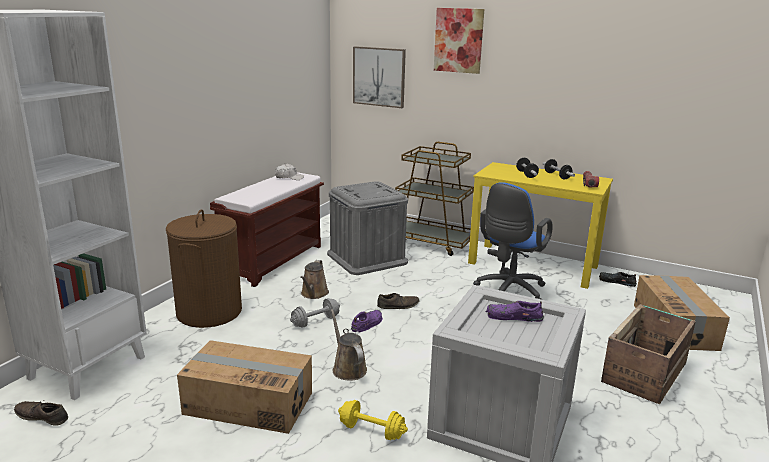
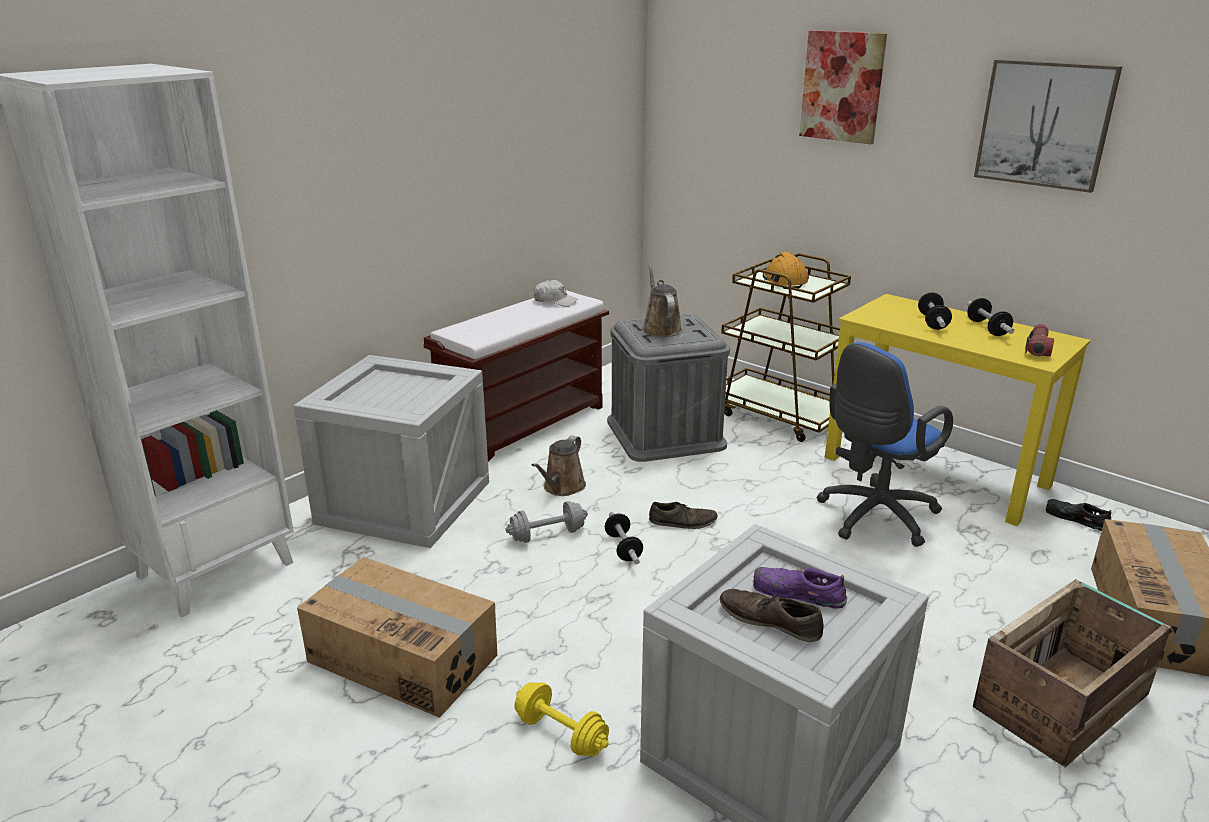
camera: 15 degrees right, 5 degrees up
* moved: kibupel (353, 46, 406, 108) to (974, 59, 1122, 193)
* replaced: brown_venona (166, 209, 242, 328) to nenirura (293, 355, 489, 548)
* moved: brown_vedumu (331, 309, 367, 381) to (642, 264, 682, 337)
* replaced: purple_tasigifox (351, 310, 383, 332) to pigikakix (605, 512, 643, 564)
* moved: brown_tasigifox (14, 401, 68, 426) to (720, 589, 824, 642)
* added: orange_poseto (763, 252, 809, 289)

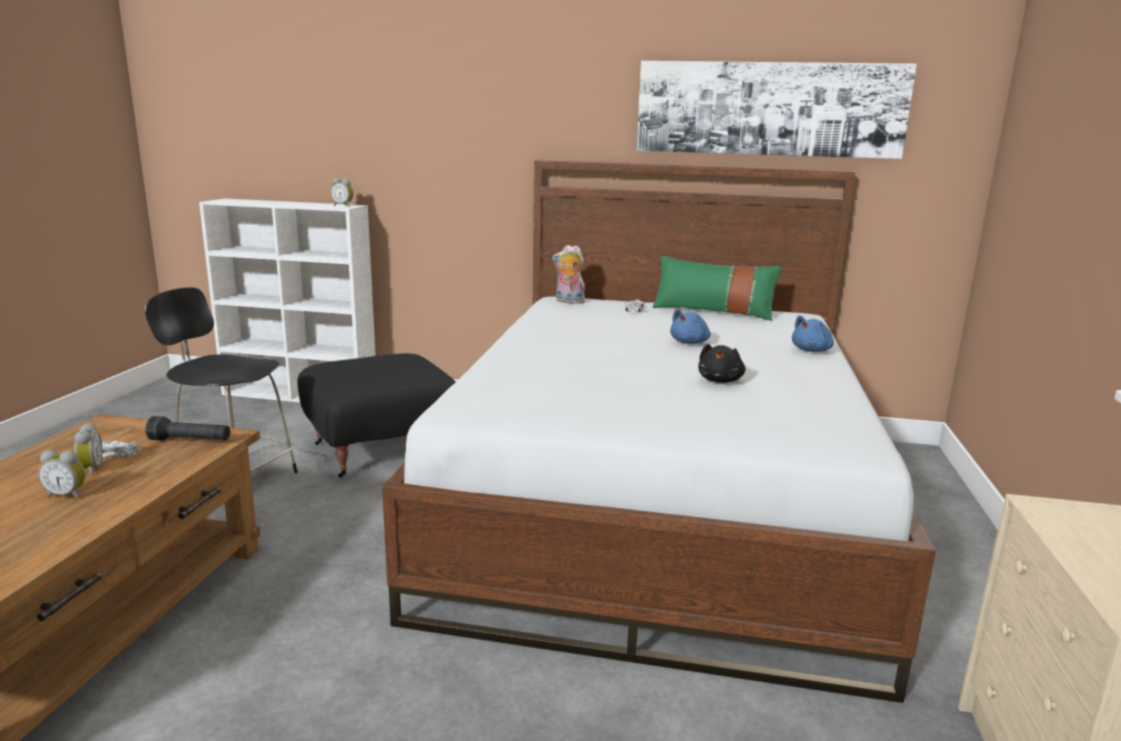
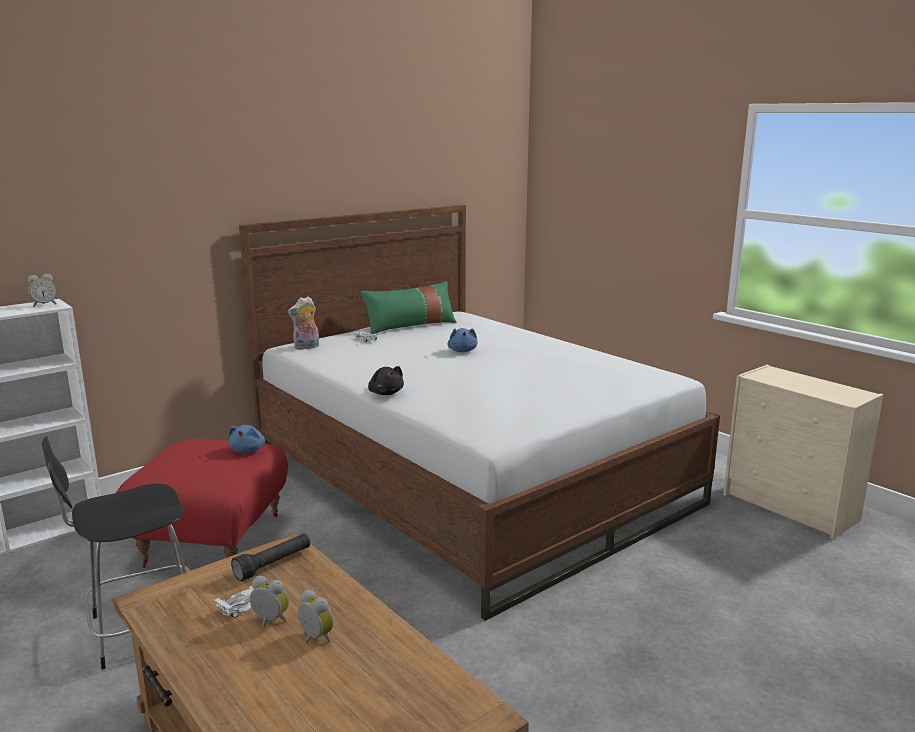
camera: 50 degrees left, 0 degrees up
* removed: kibupel (636, 61, 917, 159)
* moved: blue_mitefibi (792, 315, 834, 352) to (228, 425, 265, 453)
* moved: black_mitefibi (698, 344, 745, 383) to (368, 366, 404, 395)
* recoloured: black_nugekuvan (297, 353, 455, 478) to red_nugekuvan (116, 439, 288, 568)
* turned: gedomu (38, 450, 86, 499) = (298, 590, 334, 643) 90 degrees counterclockwise

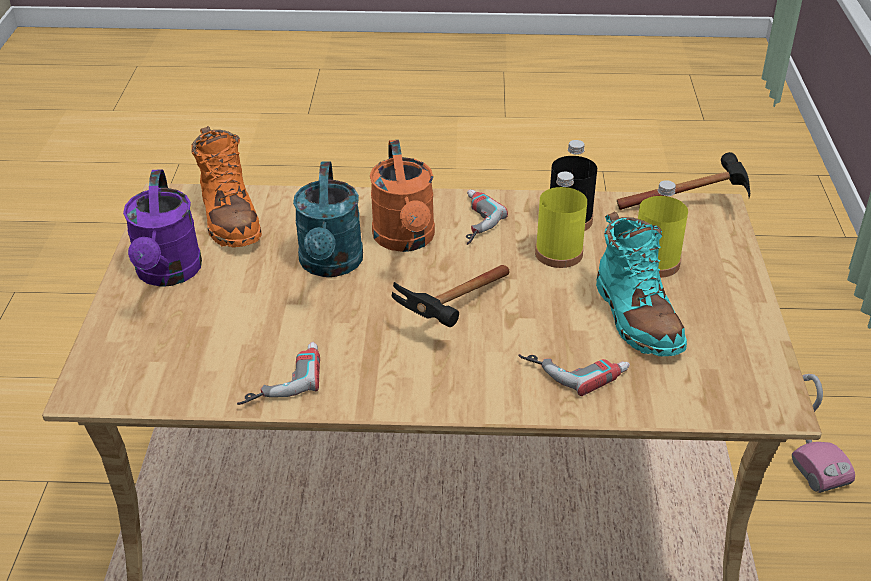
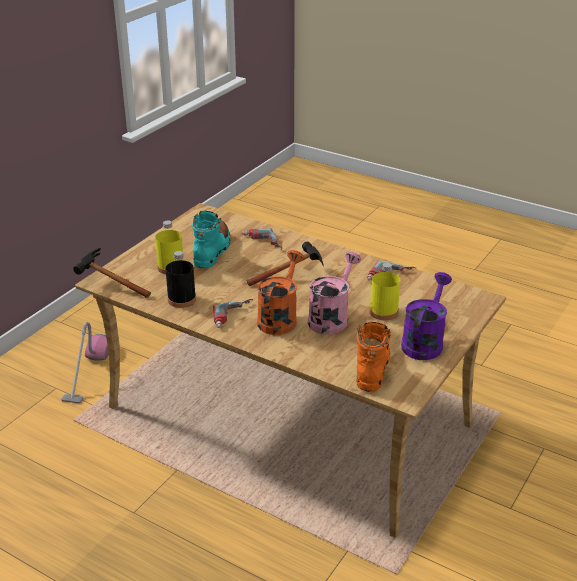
camera: 150 degrees left, 5 degrees down
* recoloured: turquoise_vedumu (293, 161, 363, 277) to pink_vedumu (308, 251, 361, 334)
* moved: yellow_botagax (535, 172, 587, 268) to (369, 263, 400, 320)

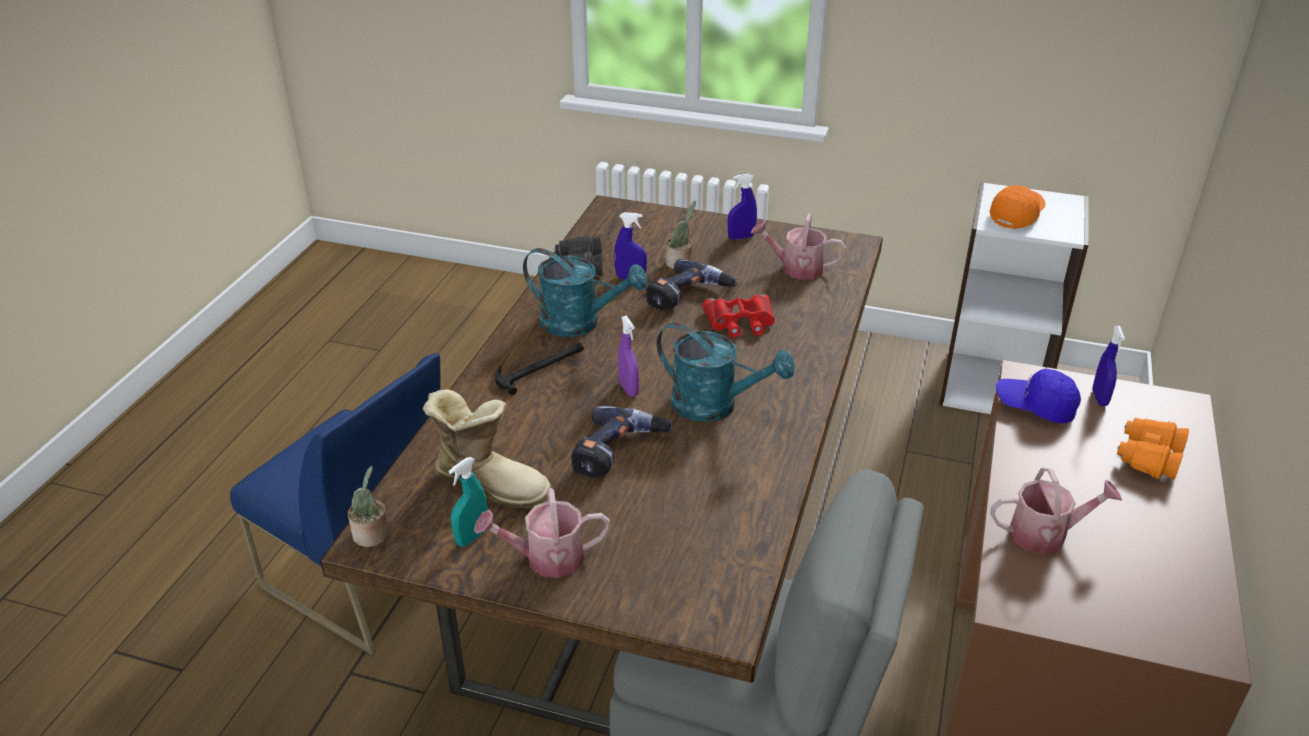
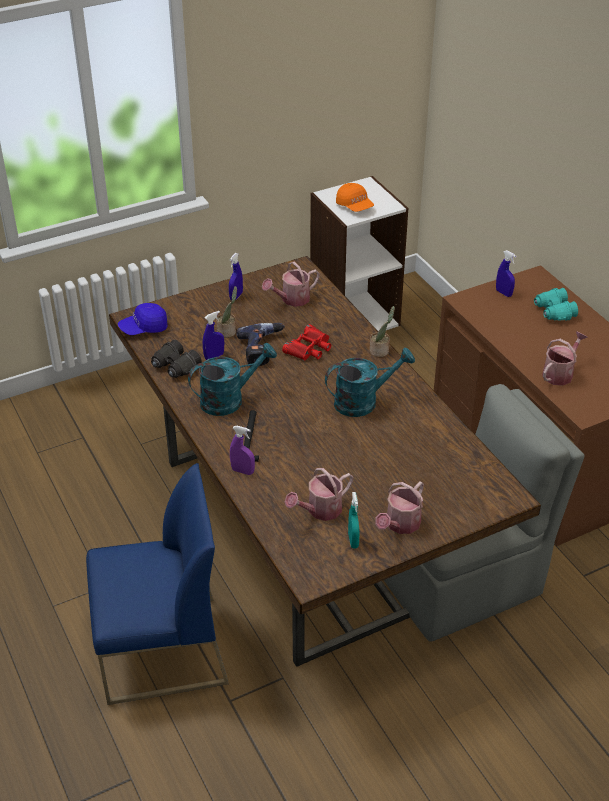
camera: 45 degrees left, 5 degrees up
* turned: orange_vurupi (990, 185, 1046, 229) = (336, 183, 374, 212) 150 degrees clockwise
* moved: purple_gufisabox (618, 316, 639, 397) to (230, 426, 255, 475)
* moved: blue_vurupi (996, 368, 1081, 423) to (118, 303, 167, 335)
* replaced: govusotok (423, 390, 551, 509) to vedumu (285, 468, 354, 521)
* removed: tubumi (571, 405, 673, 478)
* recoloured: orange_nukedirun (1117, 418, 1189, 480) to turquoise_nukedirun (534, 288, 578, 321)
* moved: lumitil (348, 466, 389, 547) to (370, 306, 395, 357)

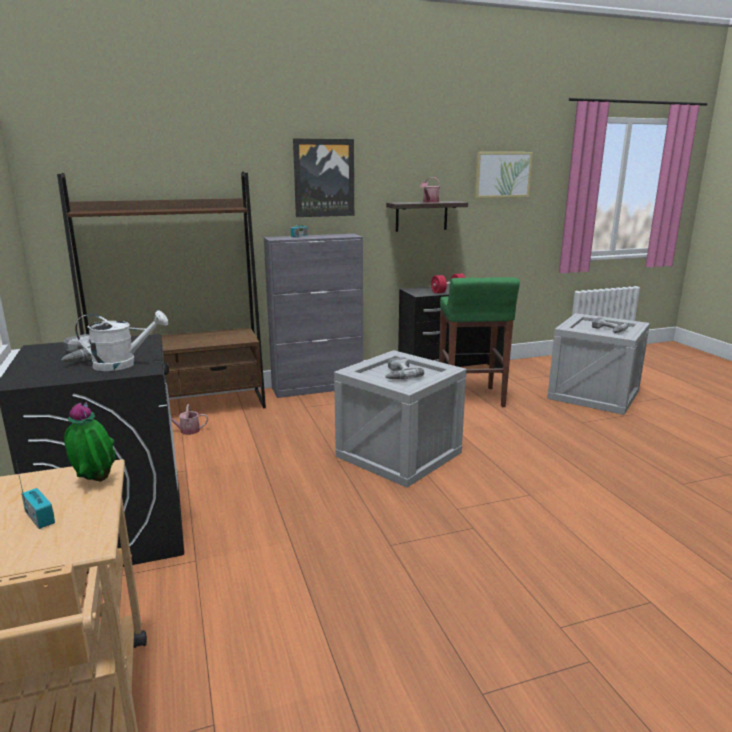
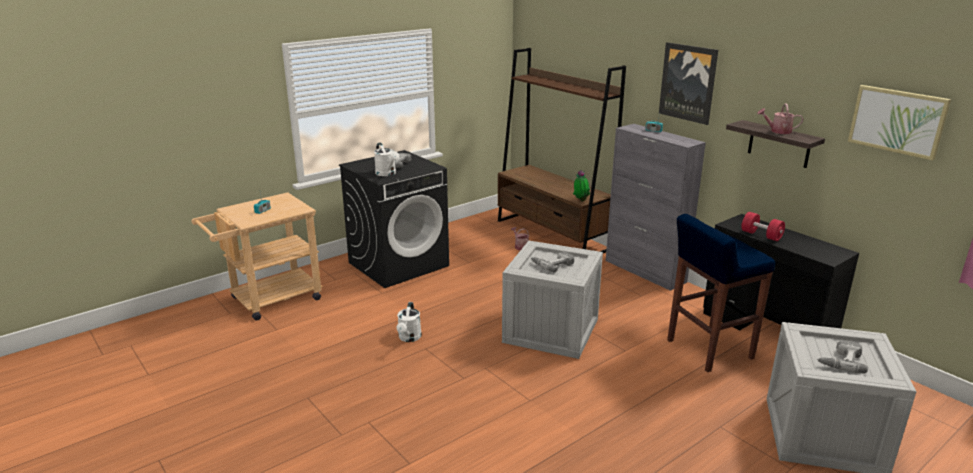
camera: 70 degrees right, 5 degrees up
* recoloured: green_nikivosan (439, 277, 520, 407) to blue_nikivosan (667, 214, 776, 372)
* moved: lumitil (64, 402, 116, 481) to (573, 170, 590, 201)
* added: white_vedumu (396, 302, 422, 342)

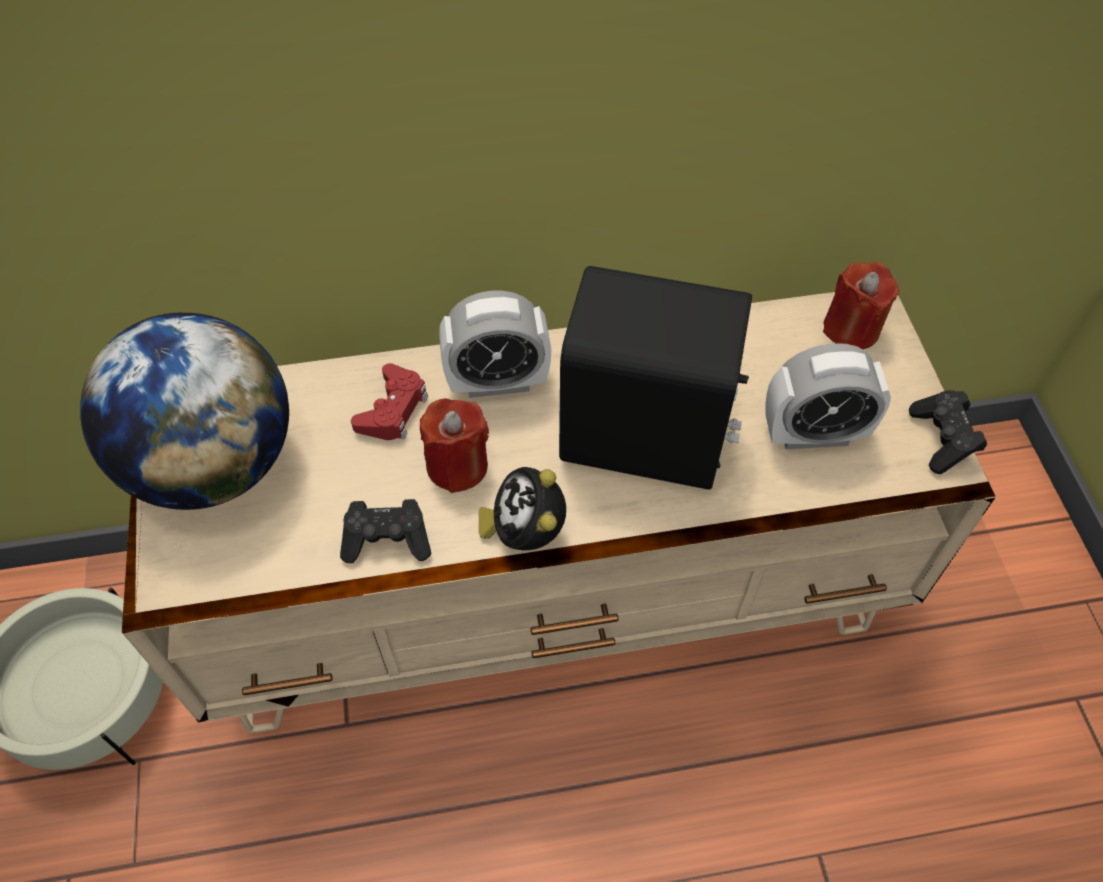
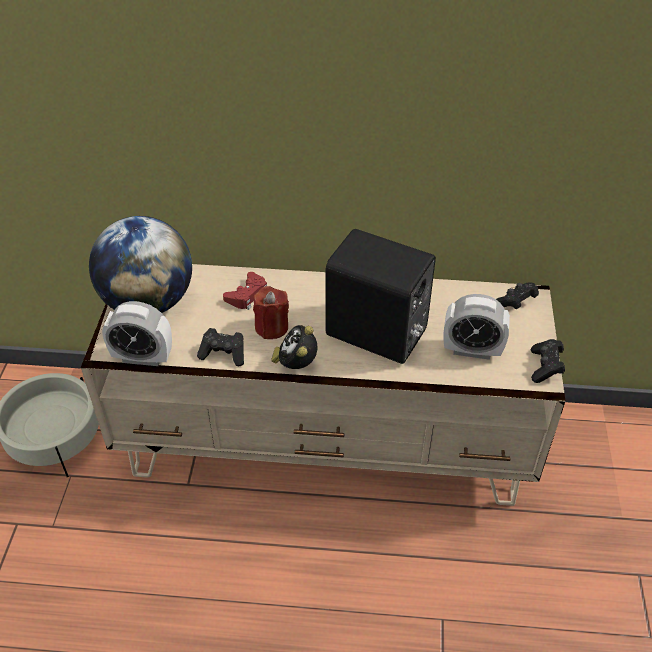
camera: 15 degrees right, 10 degrees down
* replaced: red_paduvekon (823, 262, 899, 349) to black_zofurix (496, 282, 539, 309)
* moved: gedomu (439, 291, 551, 398) to (102, 301, 172, 366)

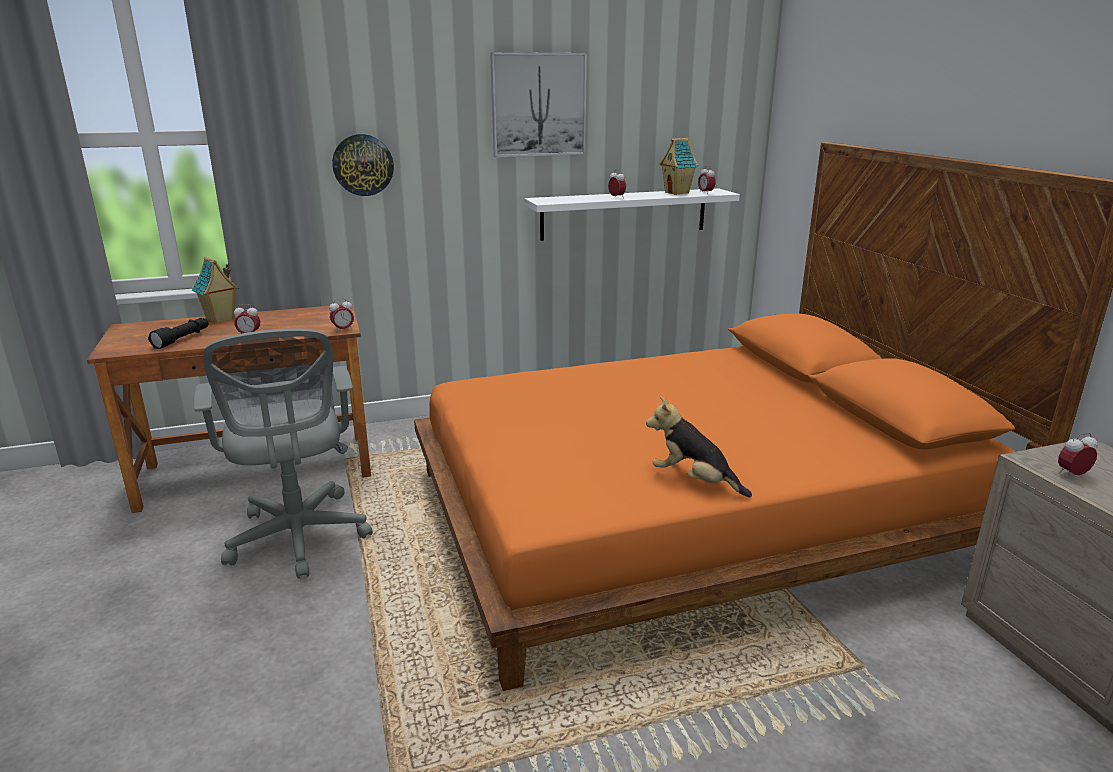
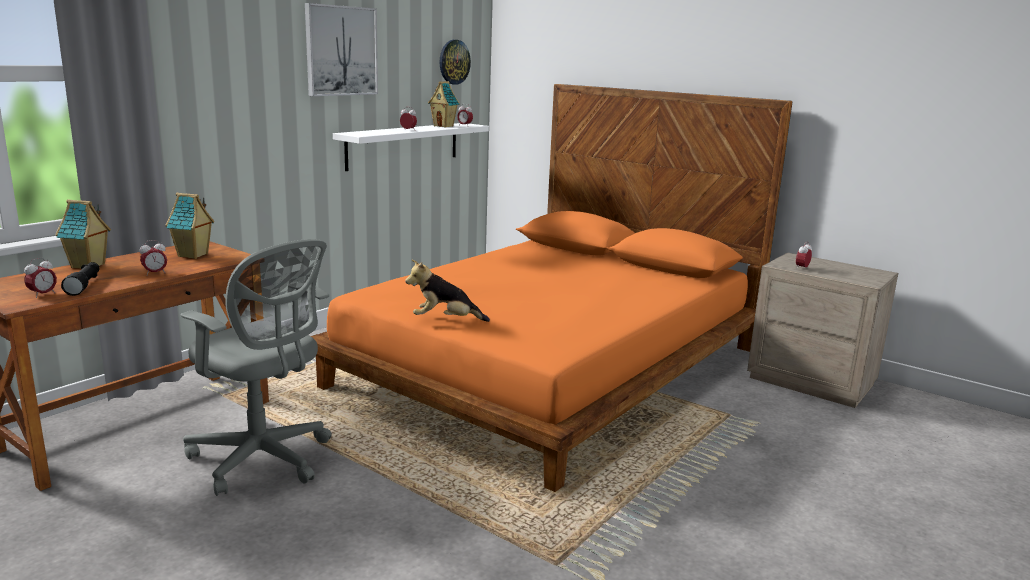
camera: 35 degrees left, 5 degrees down
* moved: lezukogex (332, 134, 394, 196) to (440, 40, 471, 85)
* moved: gedomu (329, 298, 354, 332) to (24, 258, 57, 298)
* moved: mitefibi (646, 396, 752, 498) to (405, 260, 490, 322)
* added: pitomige (165, 193, 214, 259)

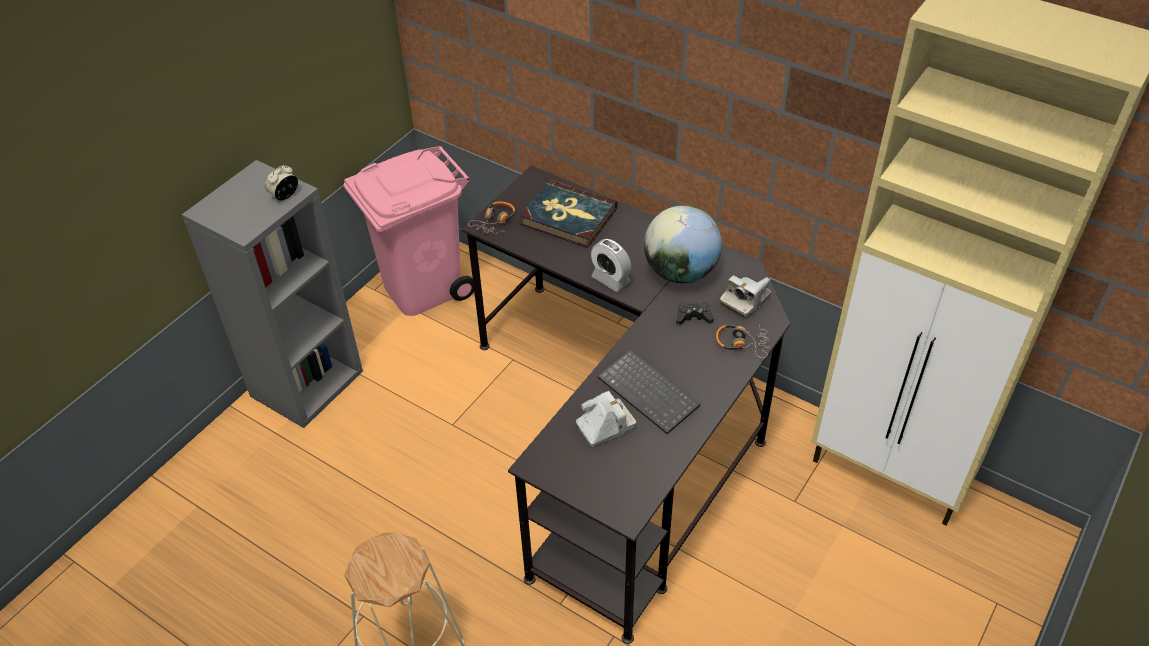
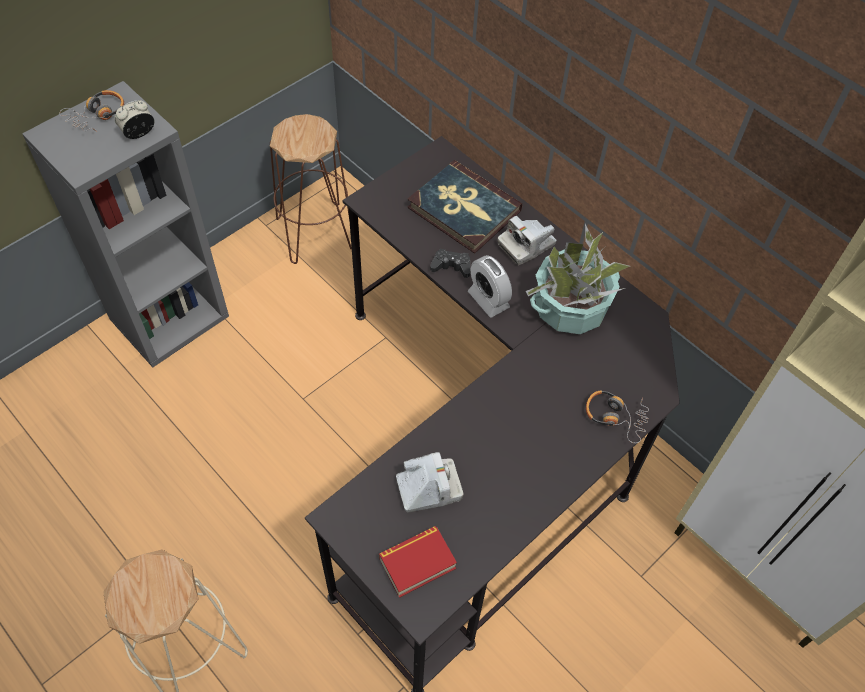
camera: 10 degrees right, 10 degrees up
* replaced: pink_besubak (343, 146, 474, 316) to brown_nikivosan (270, 114, 352, 264)
* moved: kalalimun (468, 201, 515, 234) to (59, 90, 124, 132)
* replaced: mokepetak (644, 205, 722, 283) to lumitil (526, 224, 630, 334)
* moved: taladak (720, 275, 772, 319) to (497, 216, 556, 265)
* moved: black_zofurix (676, 302, 714, 325) to (430, 249, 470, 278)
* removed: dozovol (598, 350, 700, 434)
* added: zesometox (379, 526, 457, 598)

